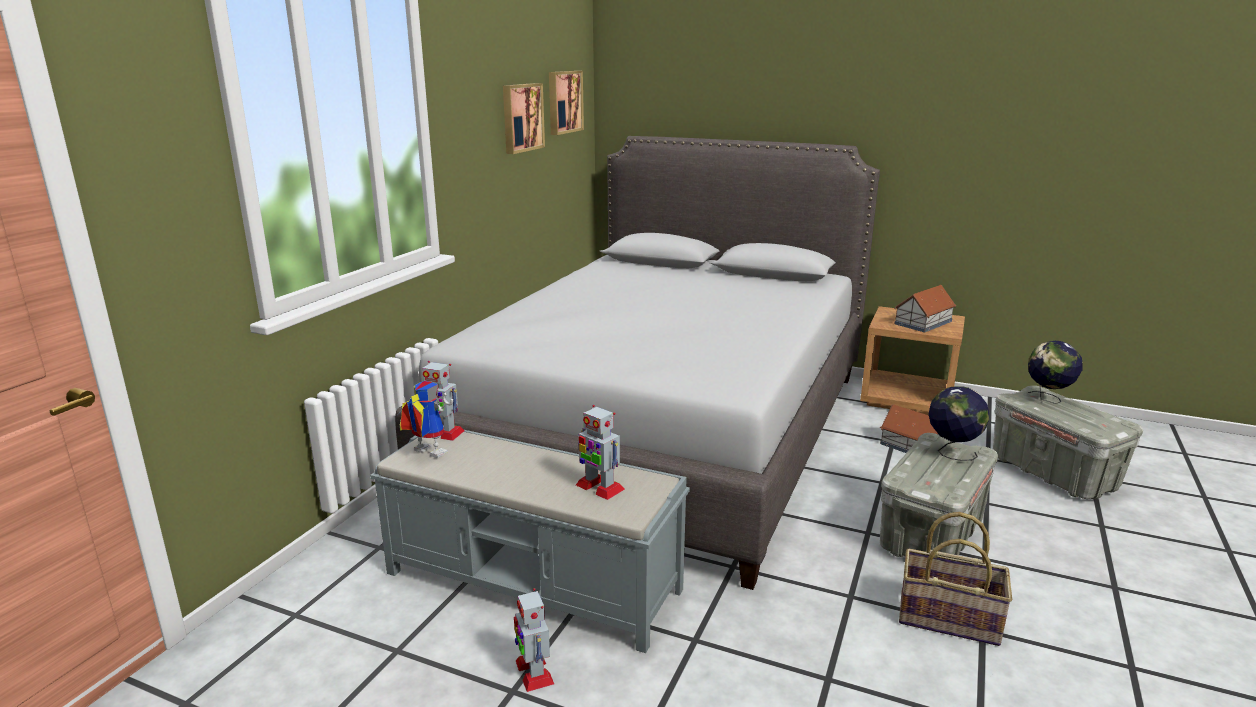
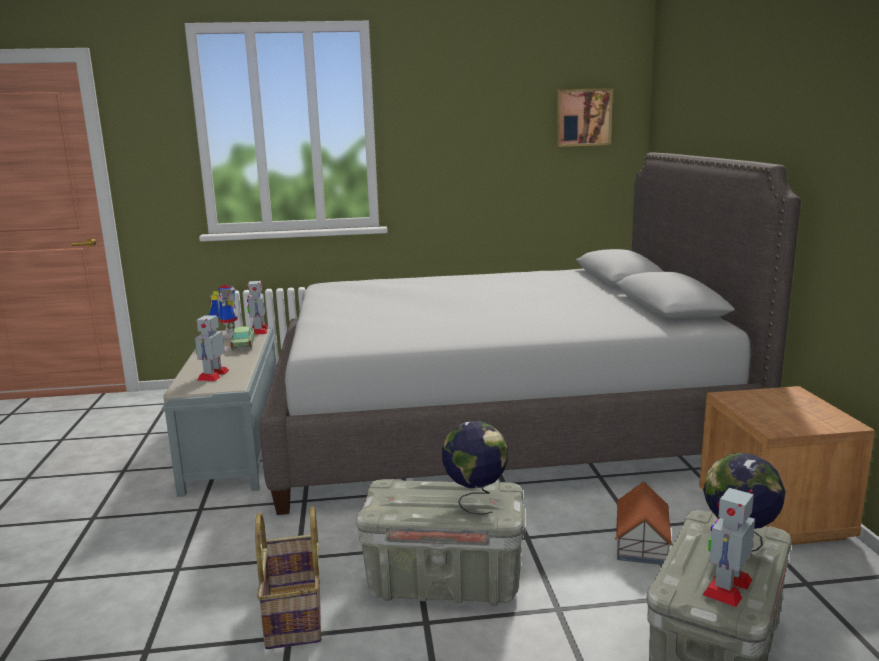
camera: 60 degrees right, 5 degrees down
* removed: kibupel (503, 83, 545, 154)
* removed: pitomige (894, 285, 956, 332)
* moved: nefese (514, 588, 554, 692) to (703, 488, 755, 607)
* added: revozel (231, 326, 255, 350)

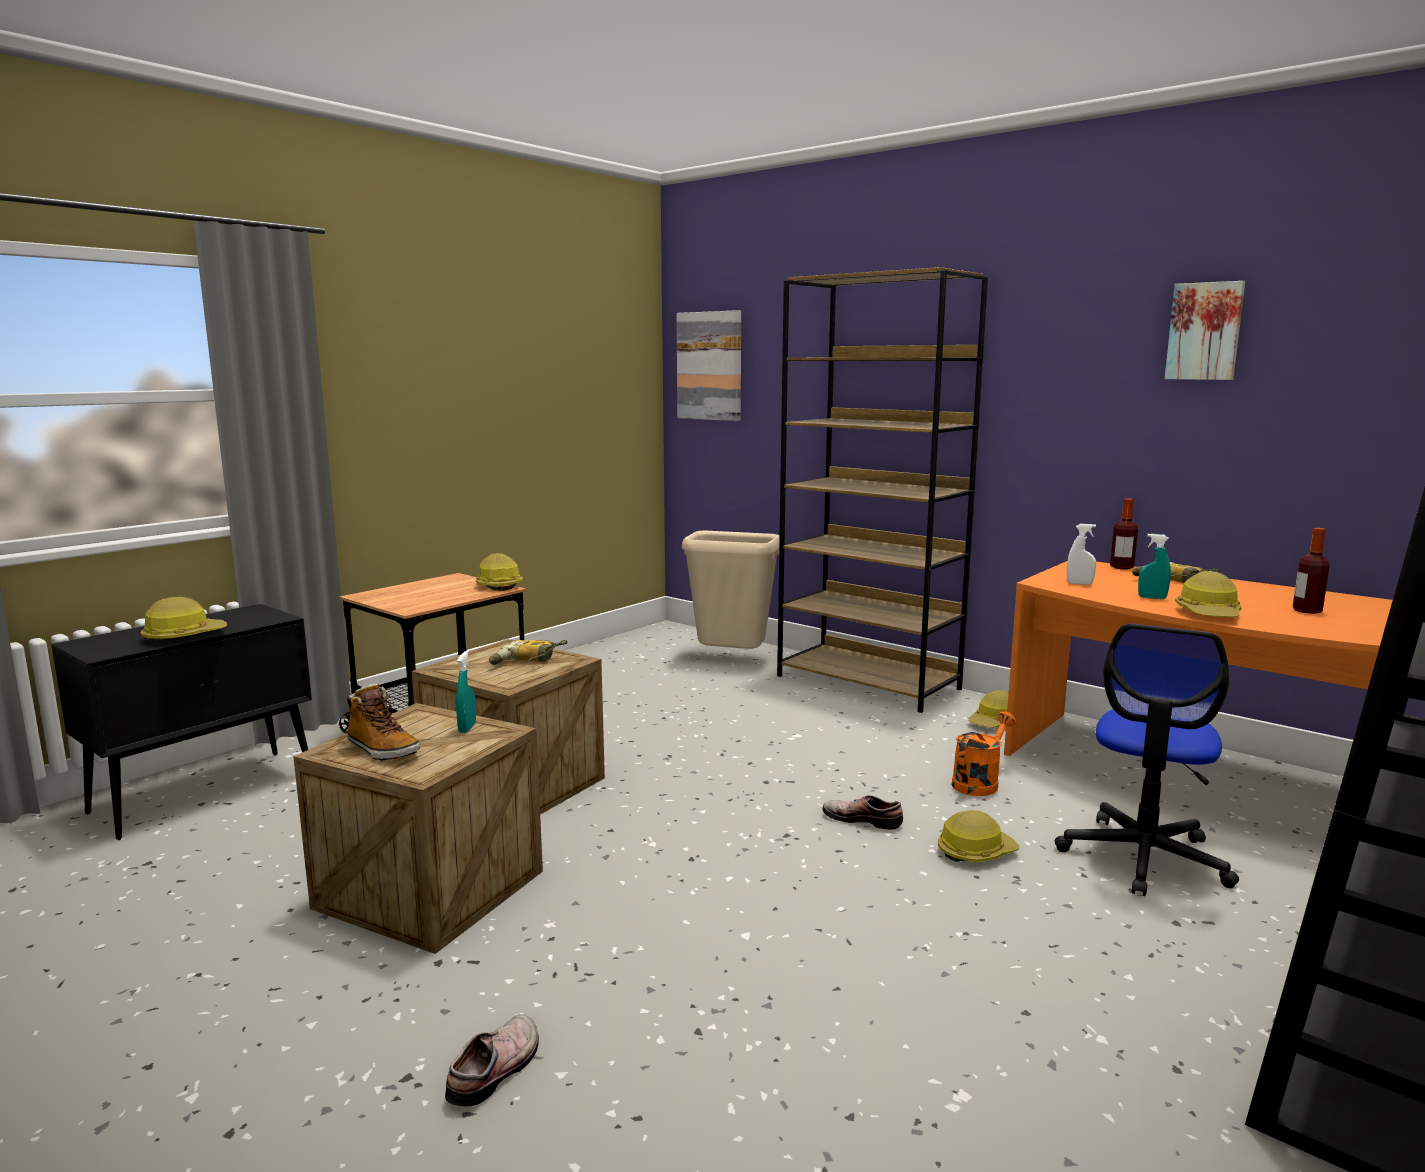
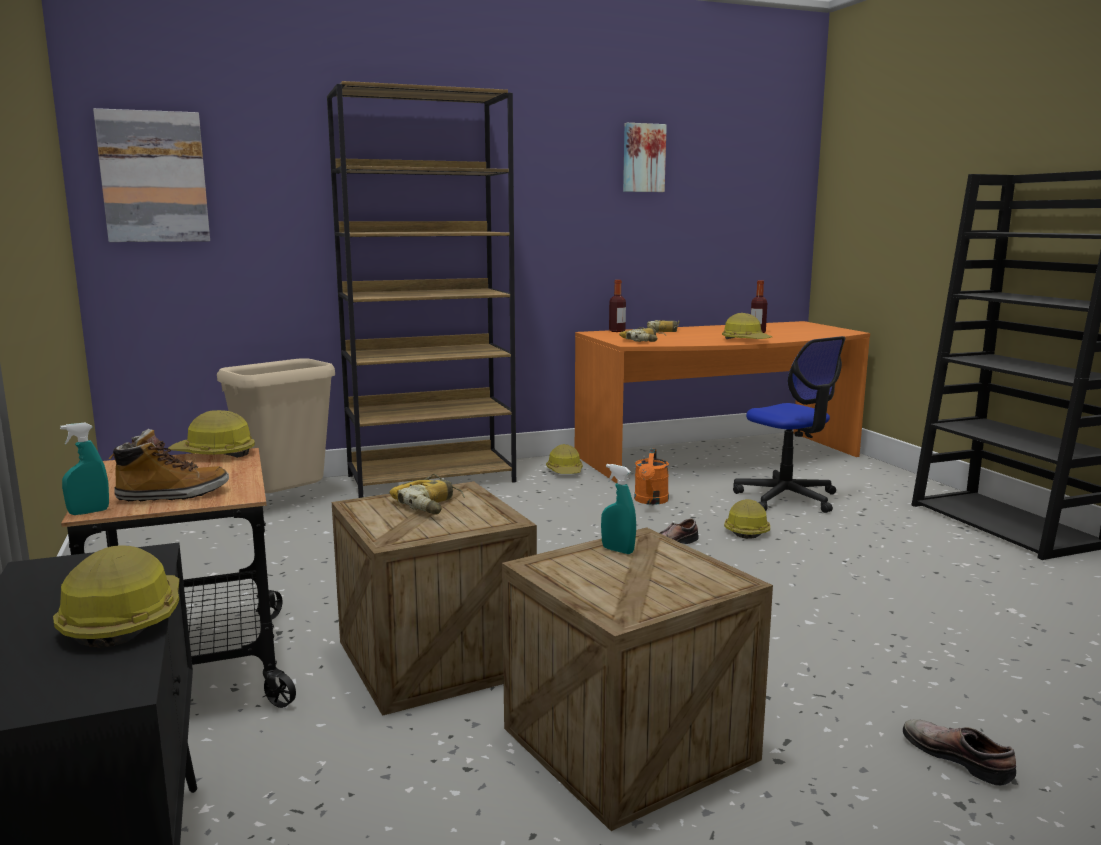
camera: 60 degrees left, 0 degrees up
* replaced: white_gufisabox (1067, 524, 1096, 585) to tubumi (619, 327, 667, 342)
* moved: turquoise_gufisabox (1138, 534, 1171, 599) to (60, 422, 109, 515)
* moved: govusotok (347, 683, 420, 761) to (108, 429, 229, 502)
* turned: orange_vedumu (952, 711, 1016, 796) = (634, 448, 669, 505) 150 degrees counterclockwise

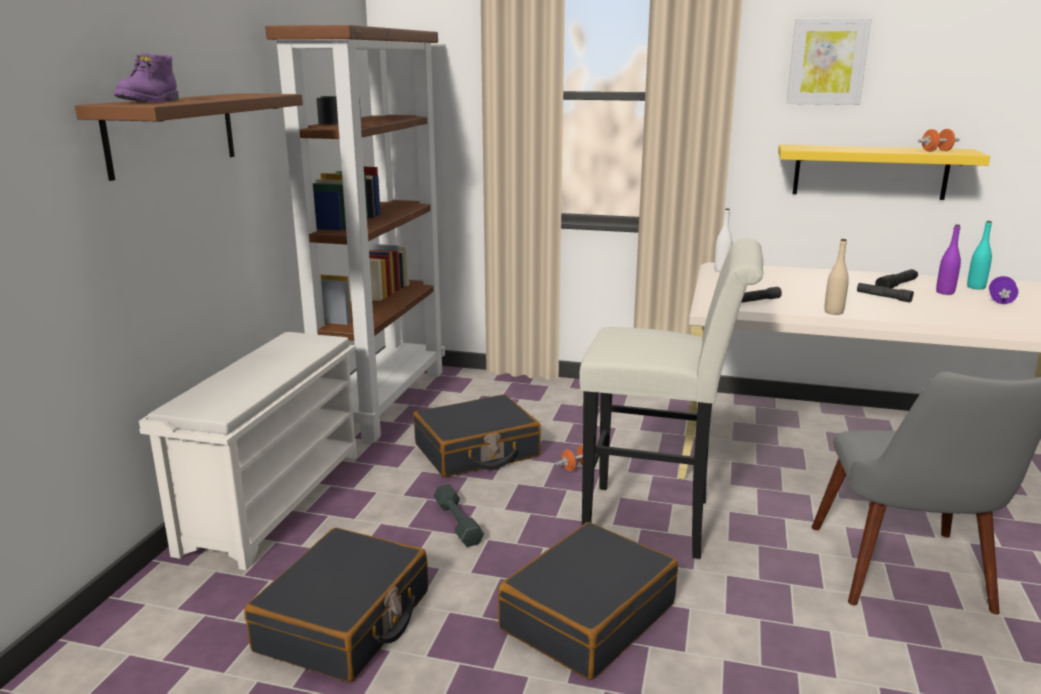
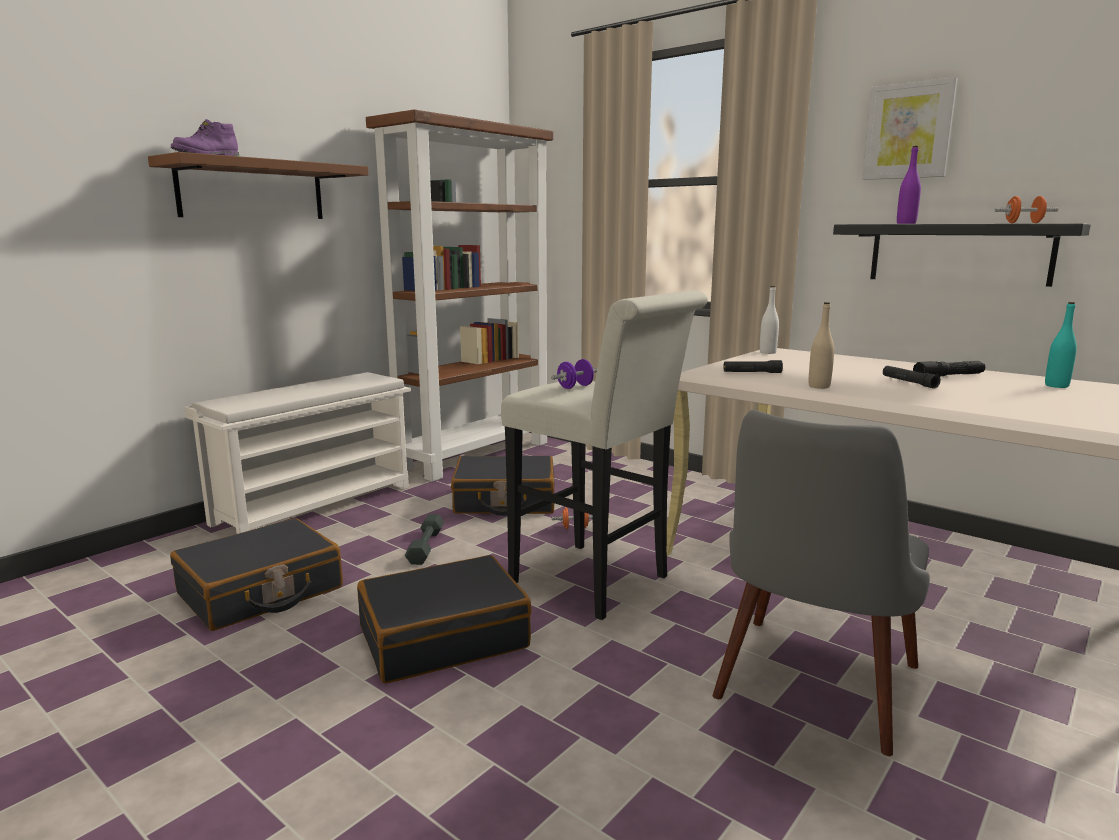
camera: 25 degrees right, 5 degrees down
* recoloured: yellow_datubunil (778, 144, 990, 200) to black_datubunil (833, 224, 1091, 287)
* moved: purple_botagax (936, 224, 961, 295) to (897, 146, 921, 224)
* moved: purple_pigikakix (989, 276, 1018, 304) to (551, 359, 597, 389)

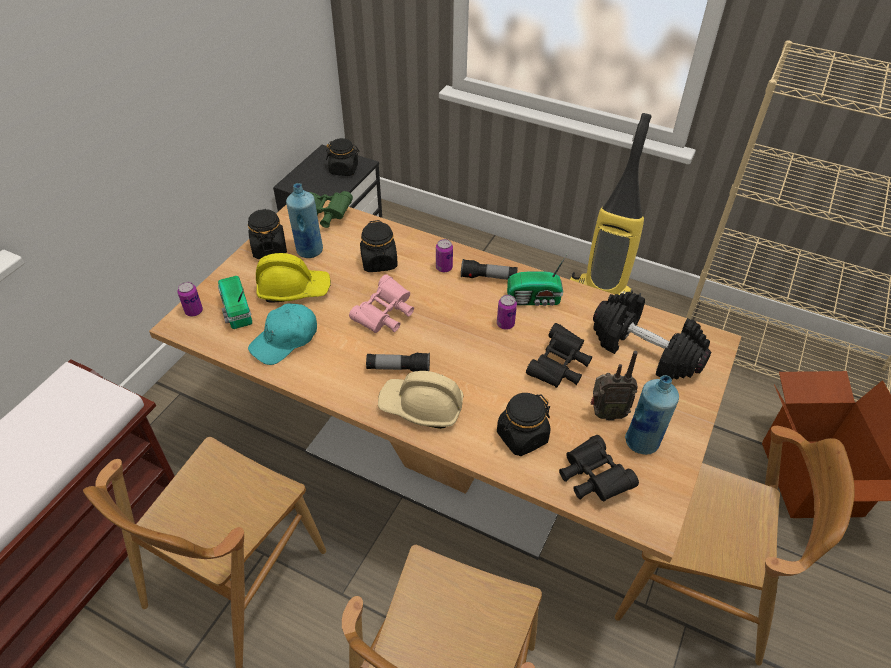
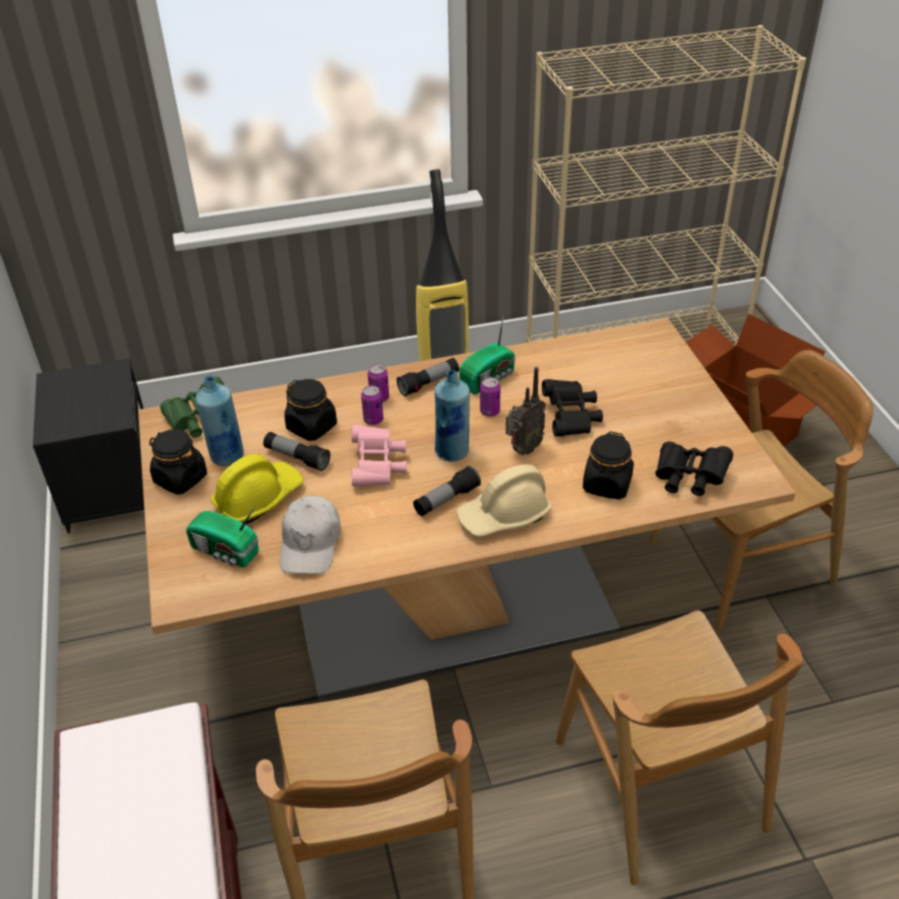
camera: 40 degrees left, 5 degrees down
* removed: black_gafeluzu (326, 138, 359, 176)
* moved: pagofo (177, 282, 203, 316) to (361, 385, 383, 425)
* removed: black_pigikakix (593, 292, 711, 380)
* recoloured: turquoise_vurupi (248, 303, 317, 365) to white_vurupi (280, 496, 341, 574)
* moved: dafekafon (591, 351, 638, 420) to (506, 367, 546, 455)
* moved: blue_botagax (625, 375, 679, 455) to (435, 370, 470, 462)
* added: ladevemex (263, 432, 330, 471)

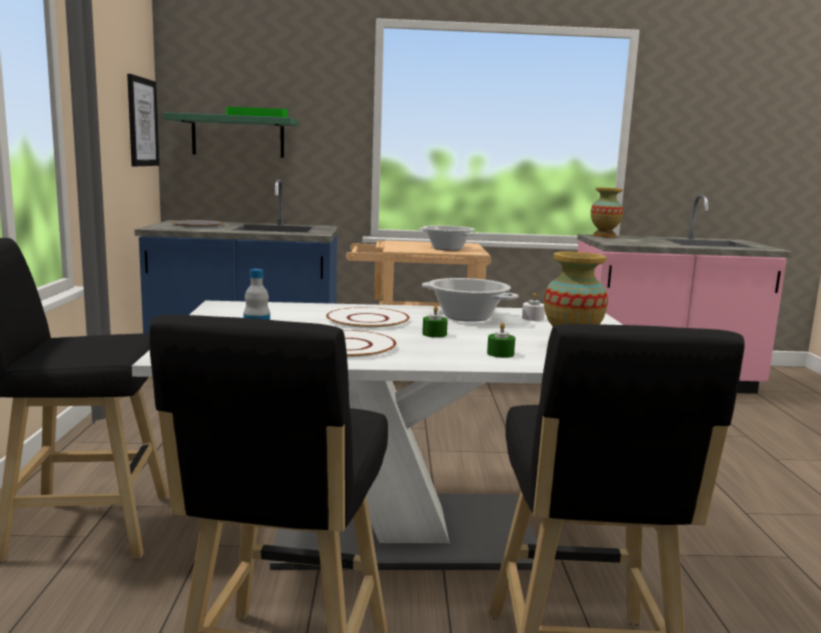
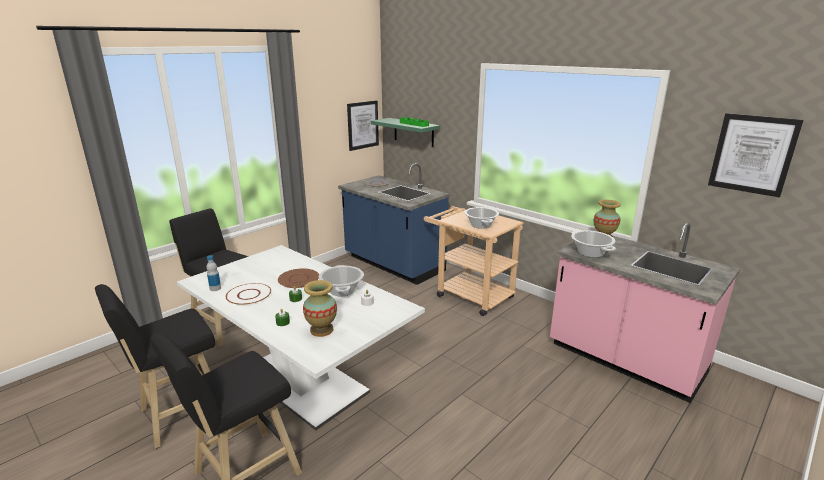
camera: 45 degrees right, 10 degrees up
* recoloured: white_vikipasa (326, 307, 409, 329) to brown_vikipasa (278, 268, 319, 288)
* added: kibupel (708, 113, 803, 197)
* added: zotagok (571, 230, 616, 257)

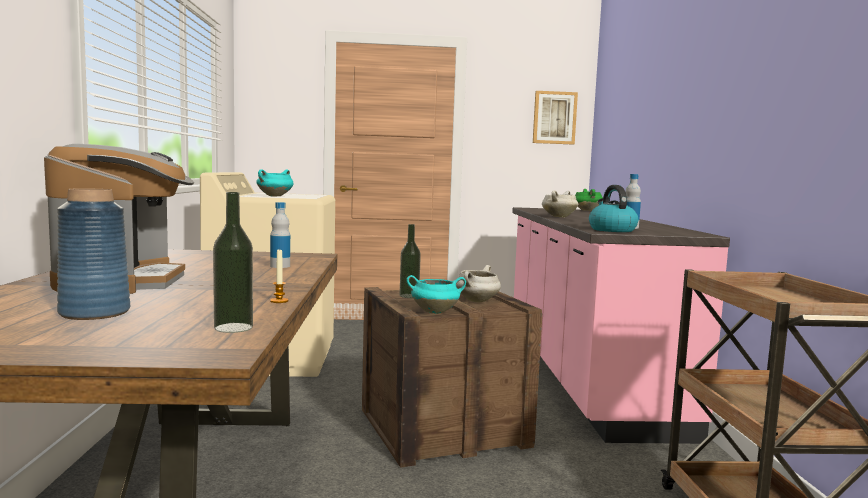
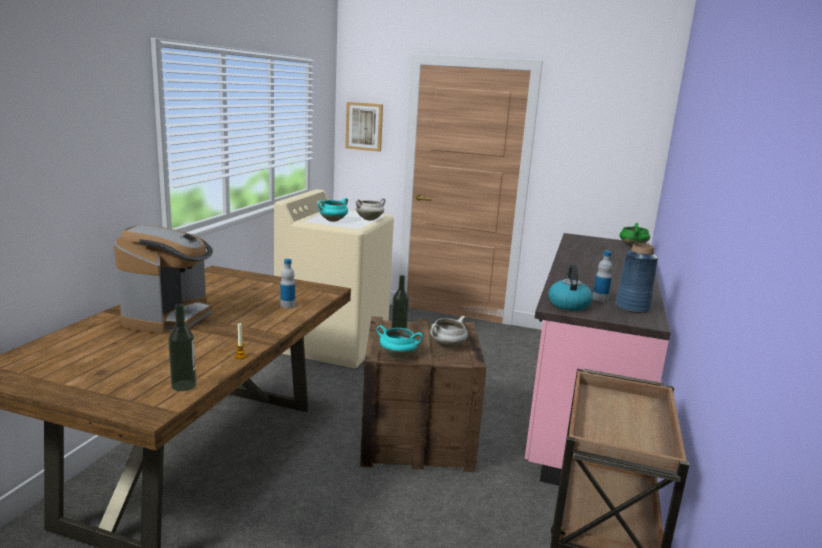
camera: 20 degrees right, 10 degrees up
* moved: kibupel (533, 91, 578, 145) to (345, 102, 383, 152)
* moved: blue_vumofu (57, 188, 130, 320) to (616, 243, 658, 313)
* moved: white_zotagok (542, 191, 578, 217) to (355, 198, 385, 221)

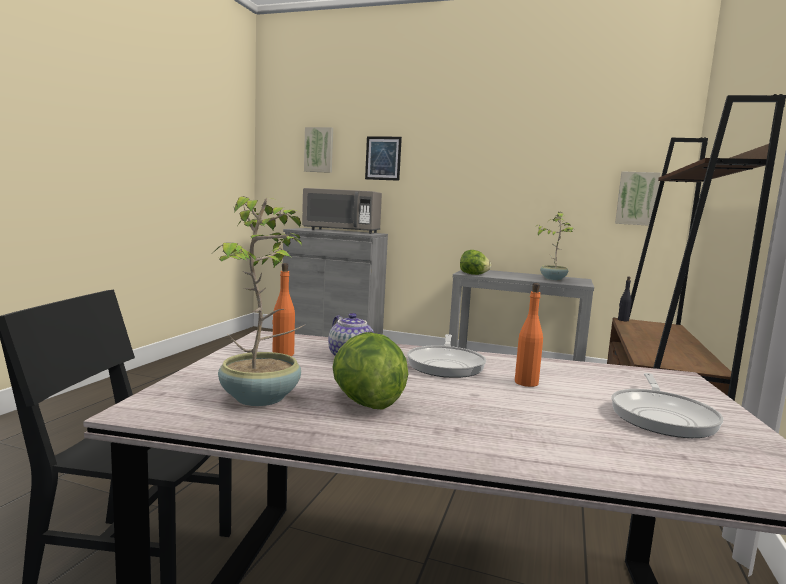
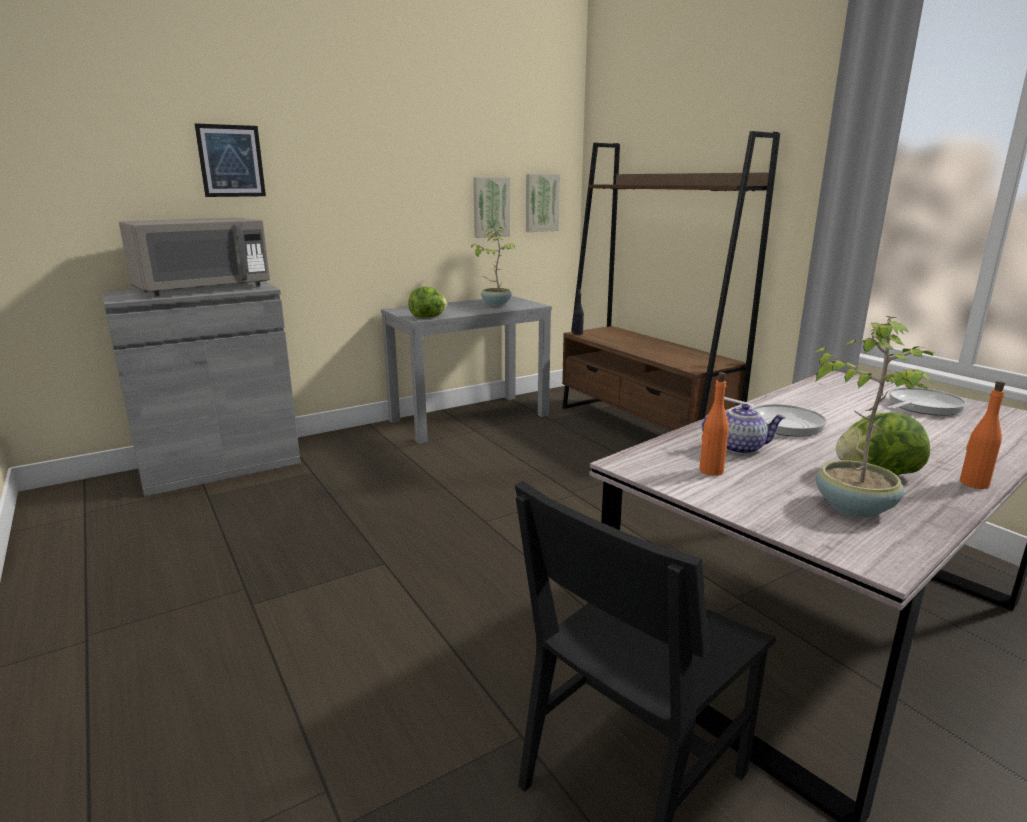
camera: 50 degrees left, 10 degrees up
* moved: kibupel (304, 127, 333, 173) to (473, 177, 510, 238)
* moved: orange_botagax (515, 283, 543, 387) to (960, 381, 1005, 489)
* turned: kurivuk (612, 373, 723, 438) = (887, 387, 967, 416) 90 degrees counterclockwise

